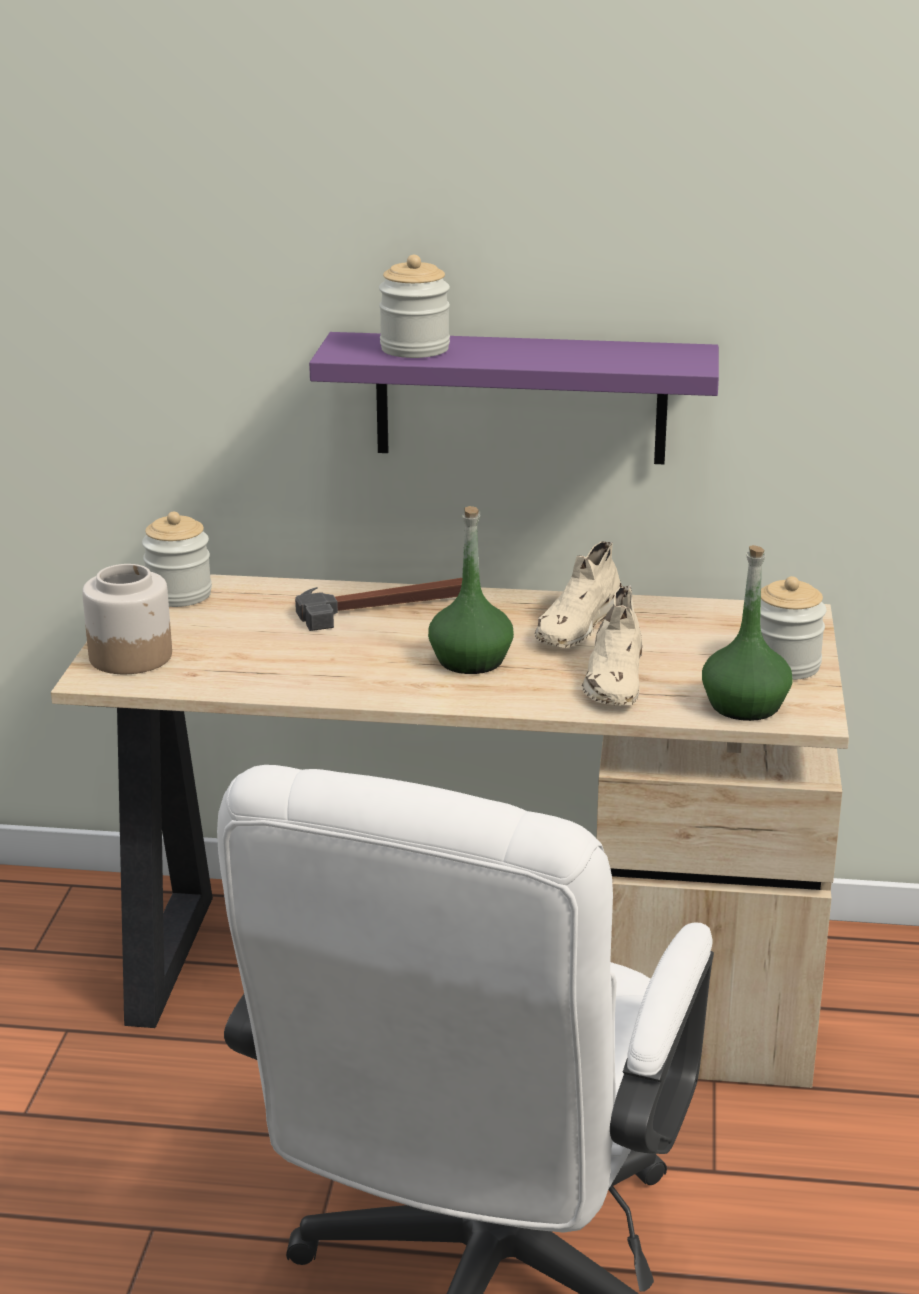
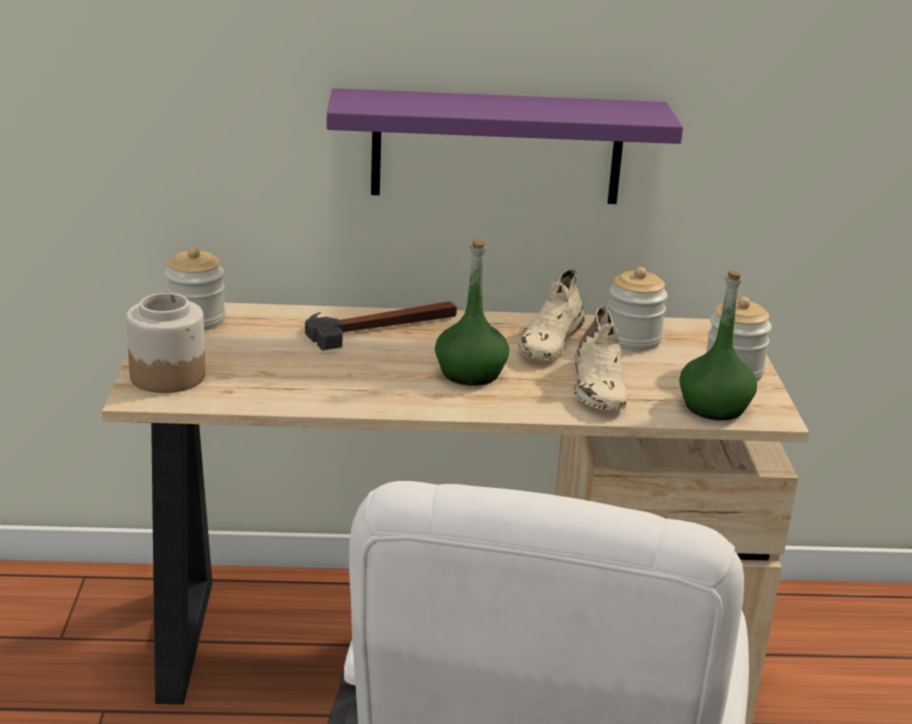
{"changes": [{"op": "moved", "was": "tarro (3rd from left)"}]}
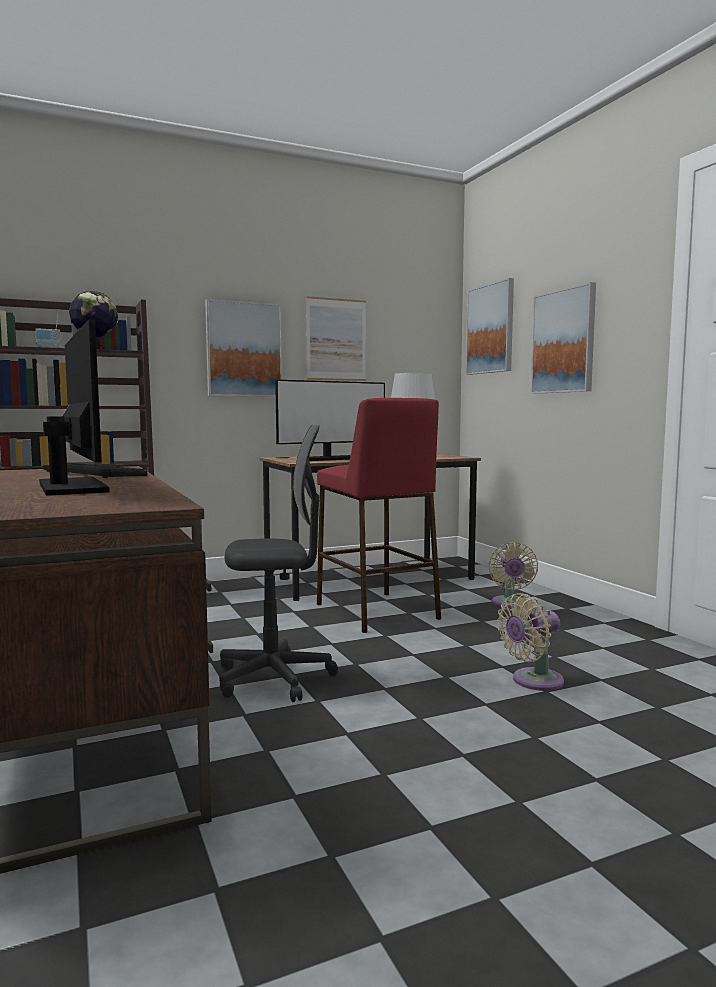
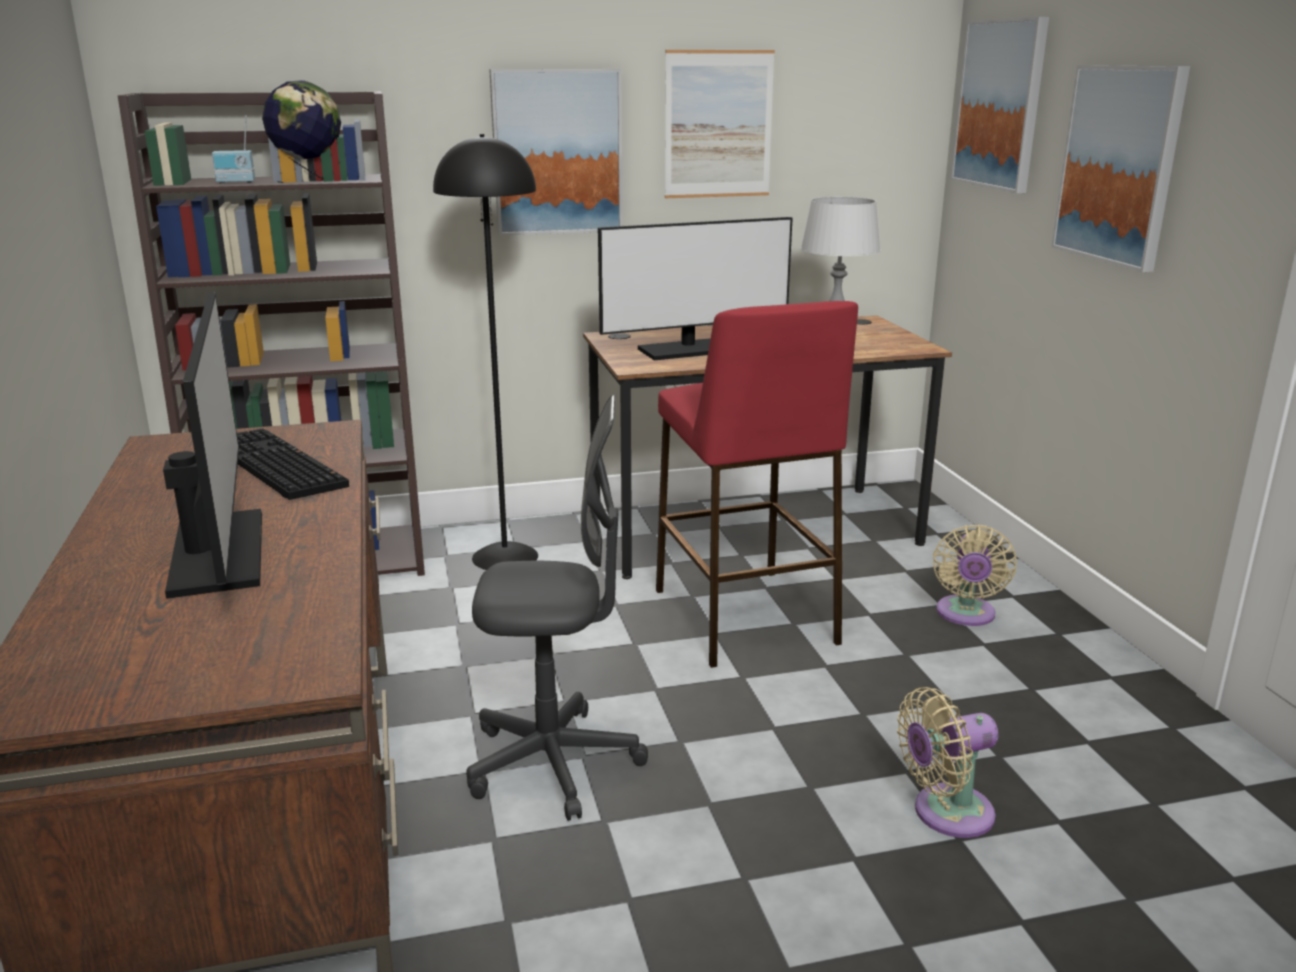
{"changes": [{"op": "added", "now": "lámpara de pie/negro"}]}
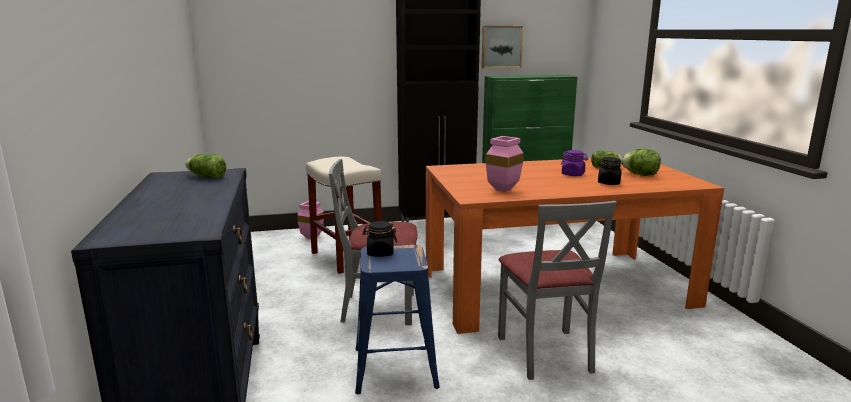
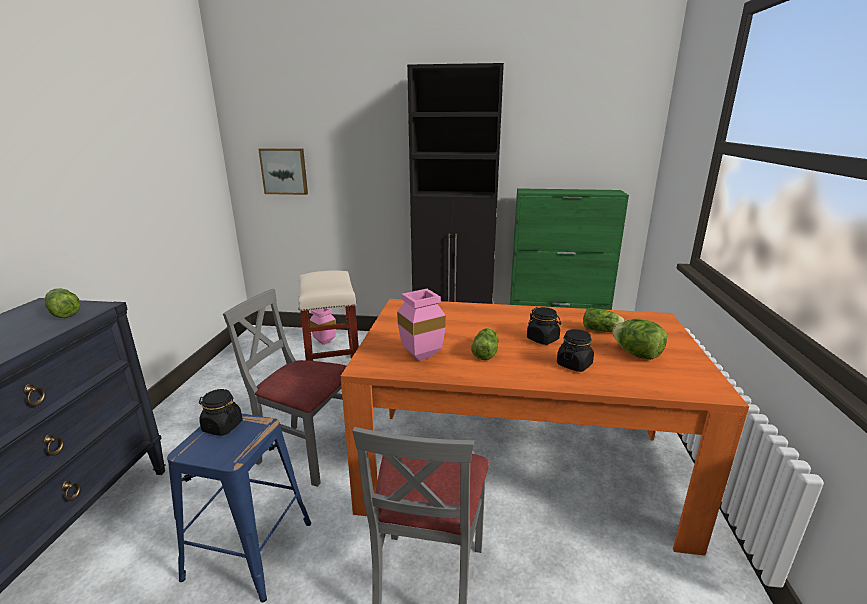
{"changes": [{"op": "moved", "was": "cuadro"}, {"op": "added", "now": "lechuga (2nd from left)"}, {"op": "recoloured", "was": "tarro/morado", "now": "tarro/negro (2nd from left)"}]}
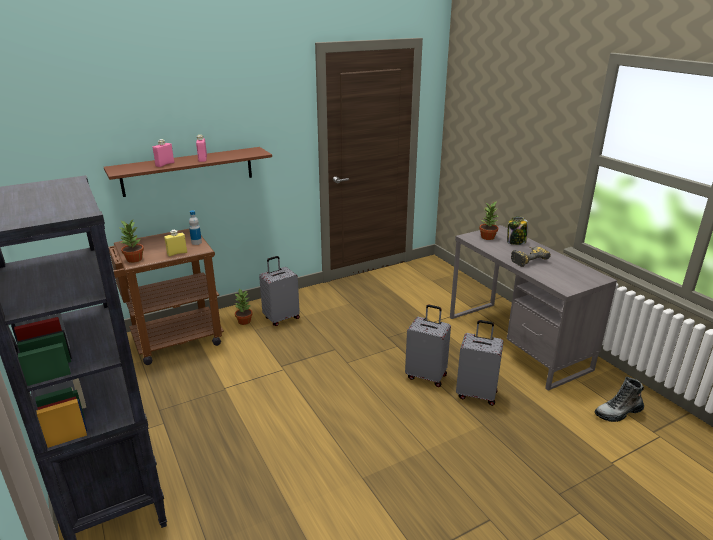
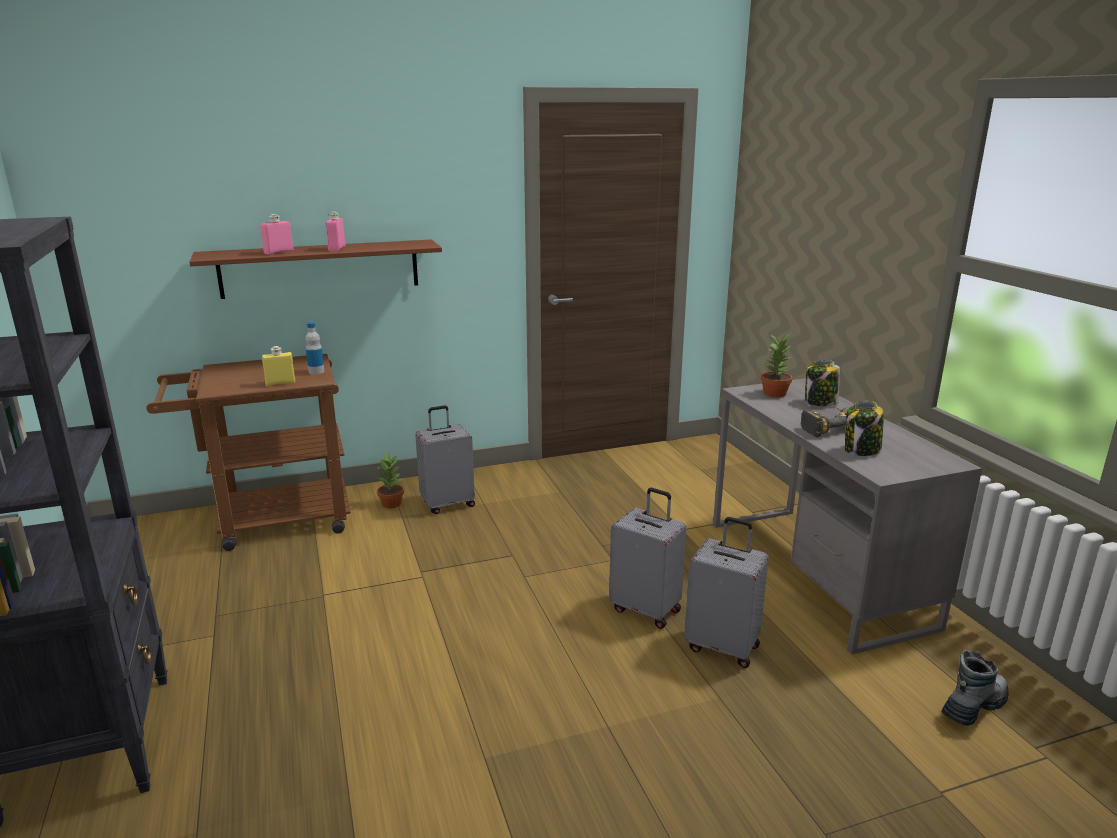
{"changes": [{"op": "added", "now": "tarro (2nd from left)"}, {"op": "turned", "was": "bota", "clockwise": 150}, {"op": "removed", "was": "planta en maceta (1st from left)"}]}
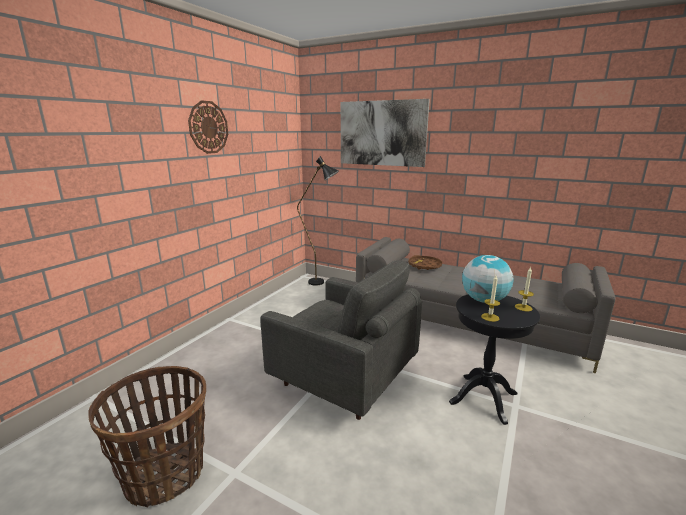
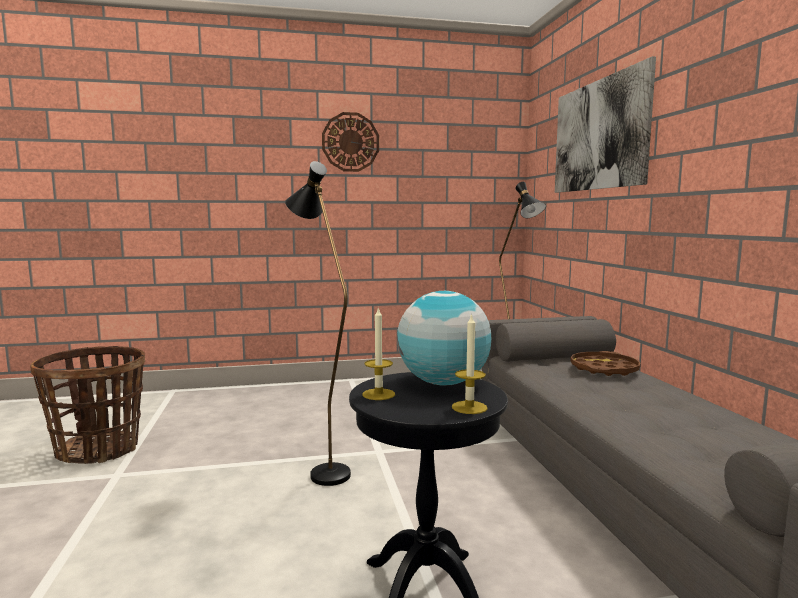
{"changes": [{"op": "replaced", "was": "sillón/gris", "now": "lámpara de pie/negro (1st from left)"}]}
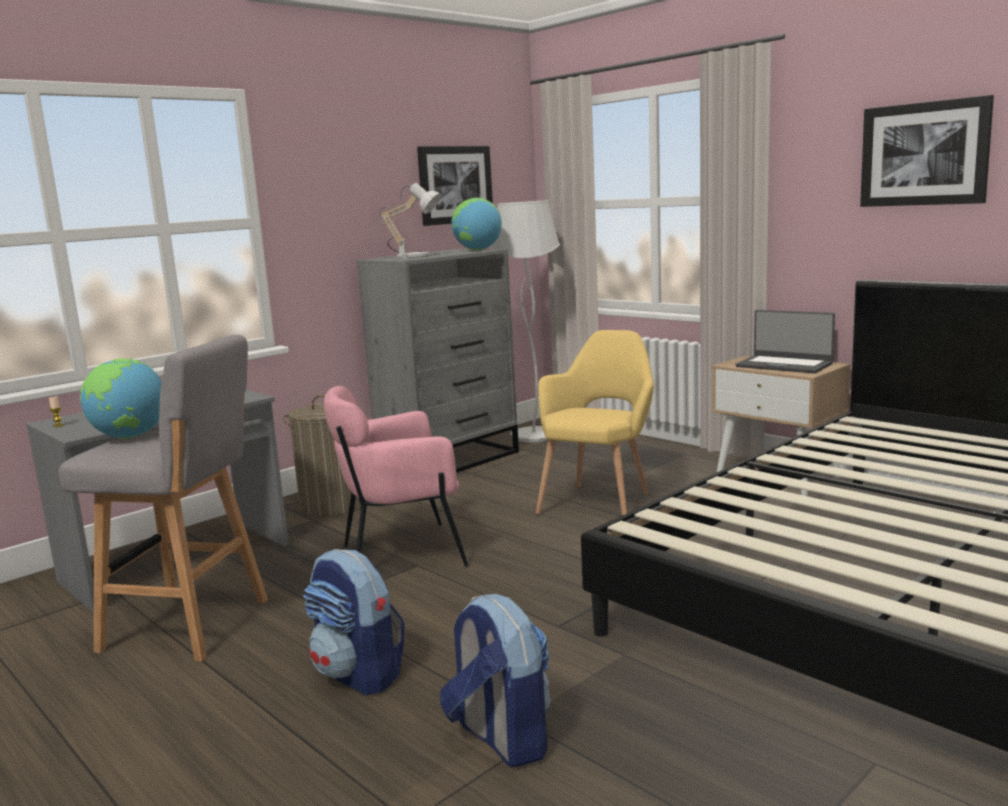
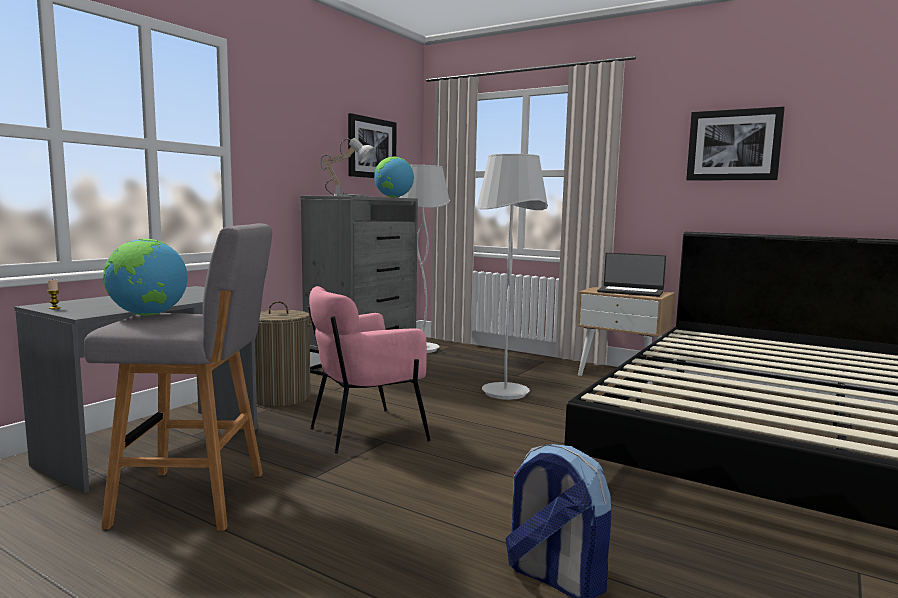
{"changes": [{"op": "replaced", "was": "sillón/amarillo", "now": "lámpara de pie/blanco (2nd from left)"}, {"op": "removed", "was": "mochila (1st from left)"}]}
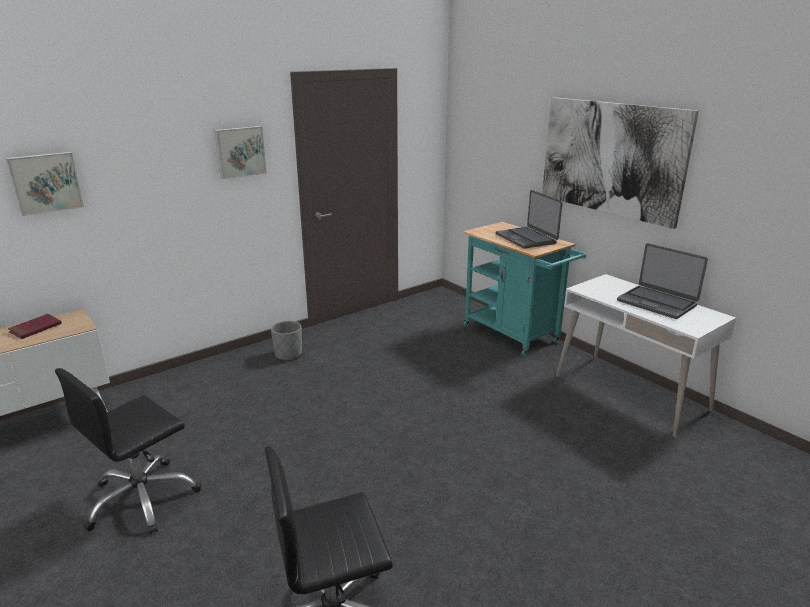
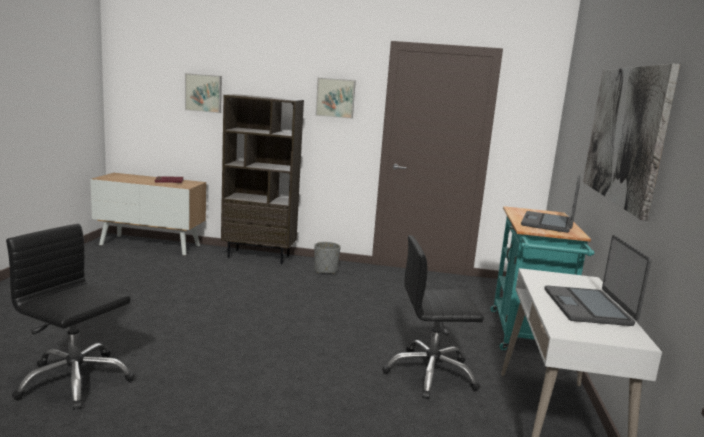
{"changes": [{"op": "added", "now": "estantería/marrón"}, {"op": "moved", "was": "silla de oficina/negro (1st from left in the first image)", "now": "silla de oficina/negro (2nd from left)"}]}
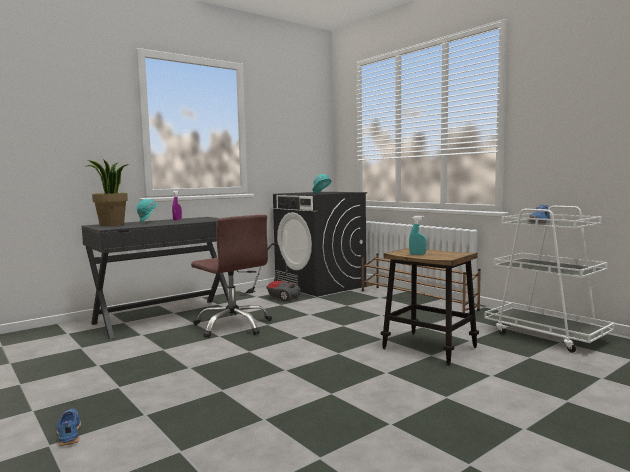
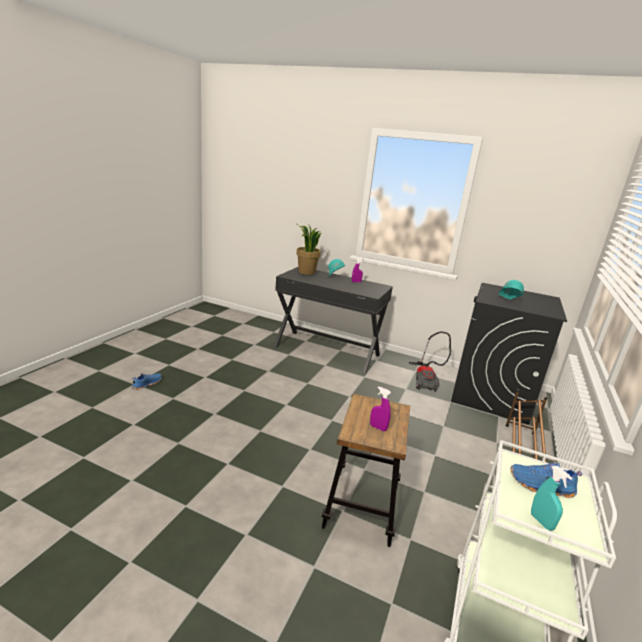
{"changes": [{"op": "added", "now": "pulverizador/morado (2nd from left)"}, {"op": "moved", "was": "pulverizador/turquesa"}, {"op": "removed", "was": "silla de oficina/marrón"}]}
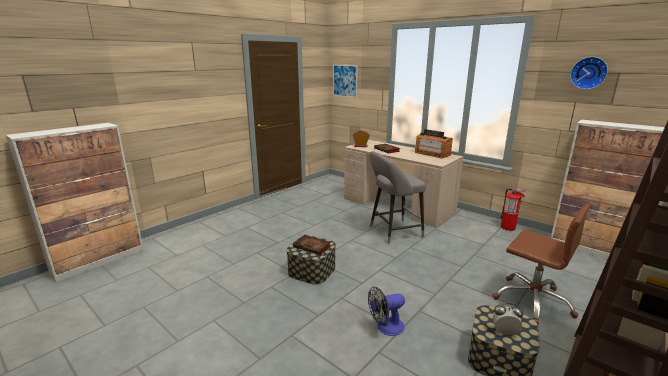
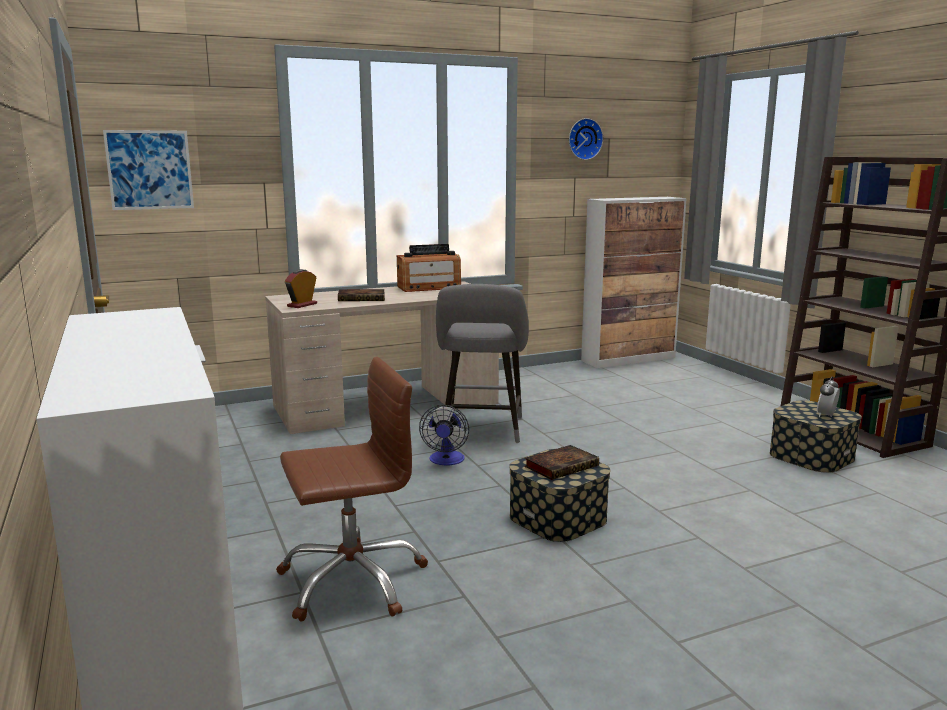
{"changes": [{"op": "moved", "was": "silla de oficina/marrón"}, {"op": "moved", "was": "ventilador"}, {"op": "removed", "was": "extintor"}]}
